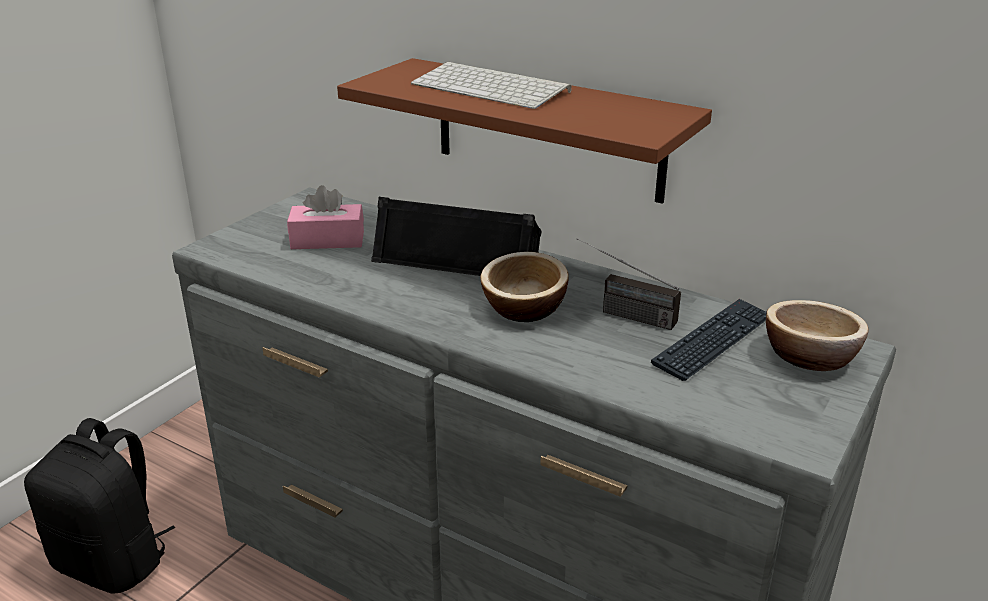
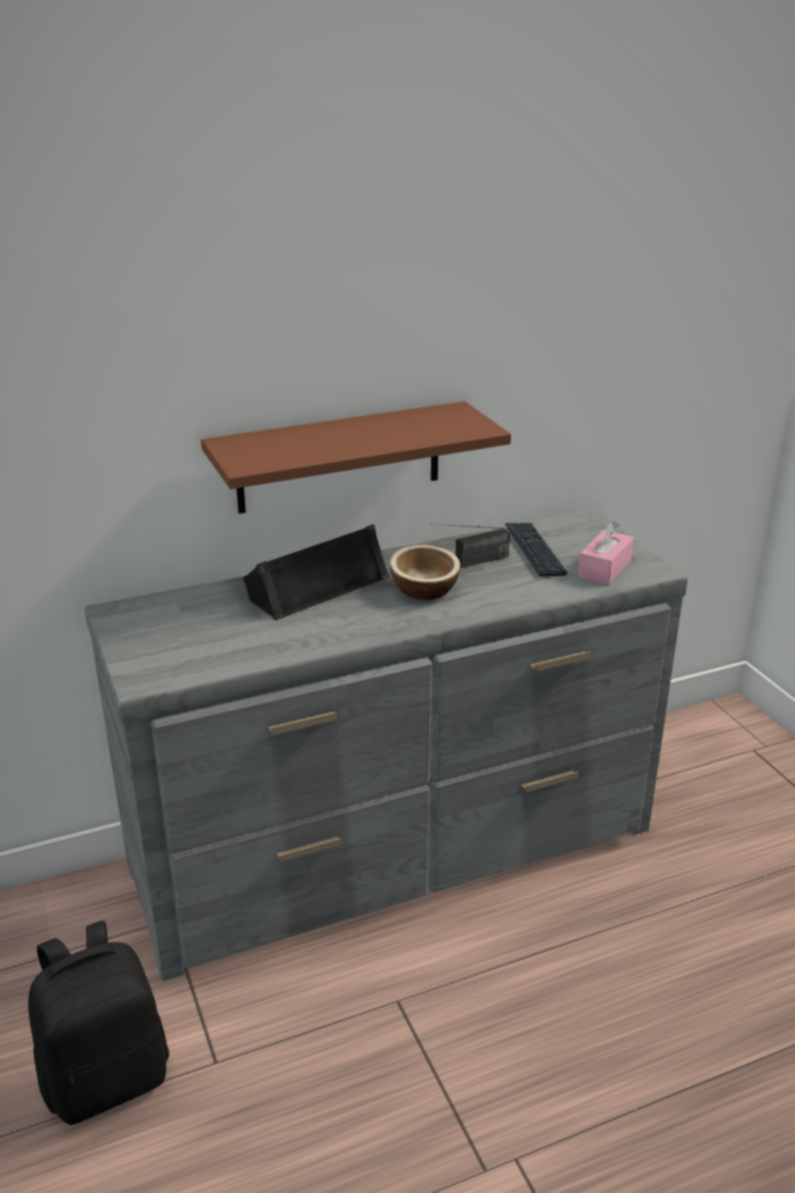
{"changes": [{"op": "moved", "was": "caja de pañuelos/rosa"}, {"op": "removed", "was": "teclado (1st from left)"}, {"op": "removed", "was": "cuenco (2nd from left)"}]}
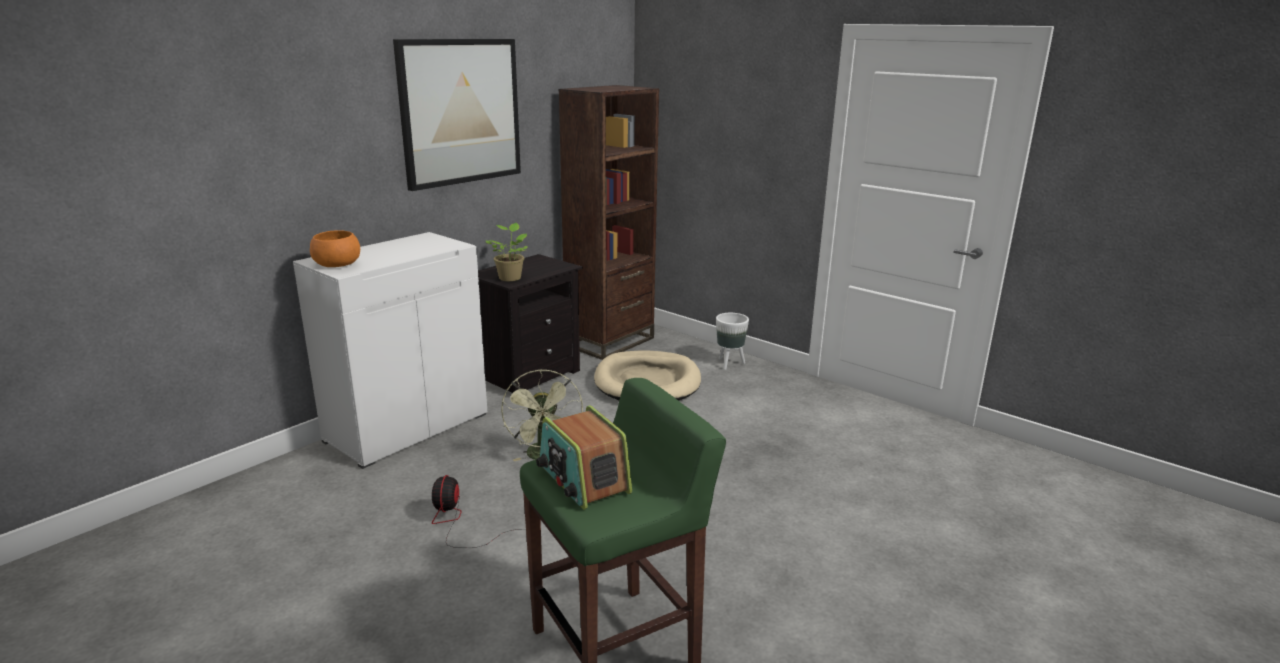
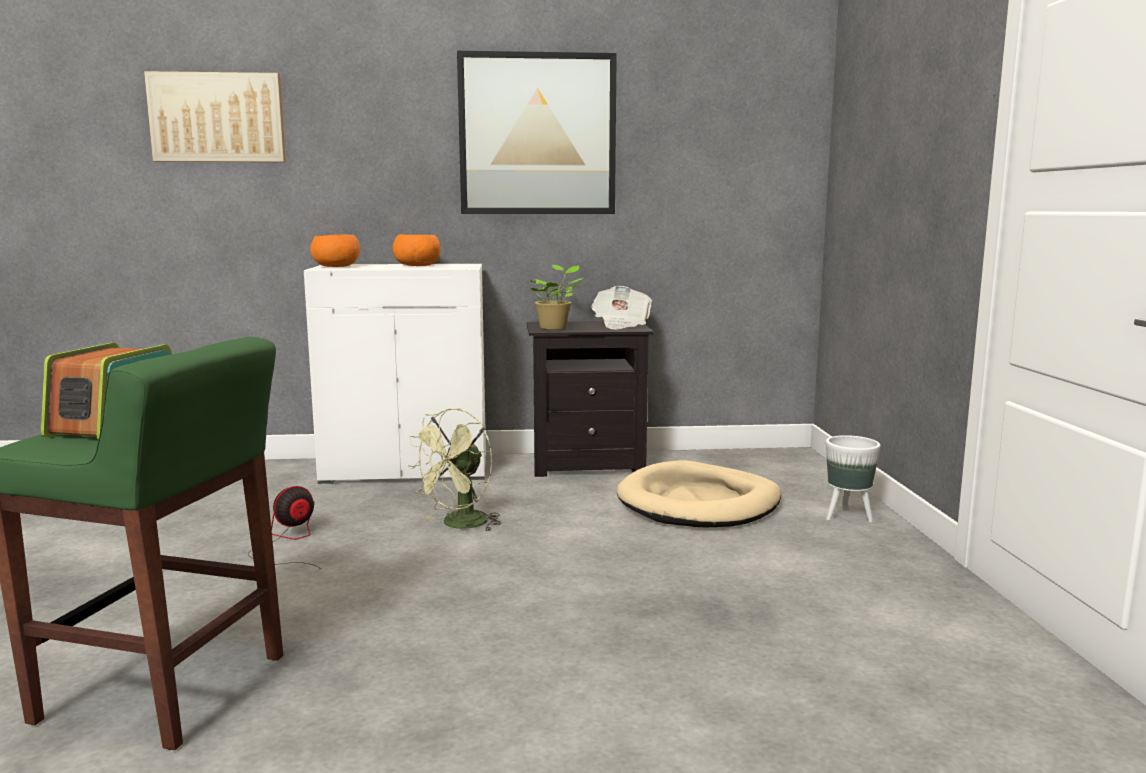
{"changes": [{"op": "added", "now": "cuadro (1st from left)"}, {"op": "added", "now": "cuenco/naranja (2nd from left)"}, {"op": "added", "now": "periódico"}, {"op": "removed", "was": "estantería/marrón"}]}
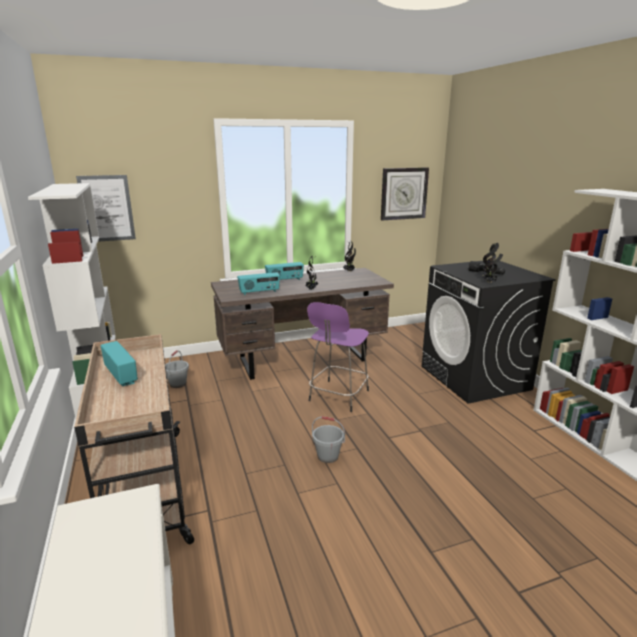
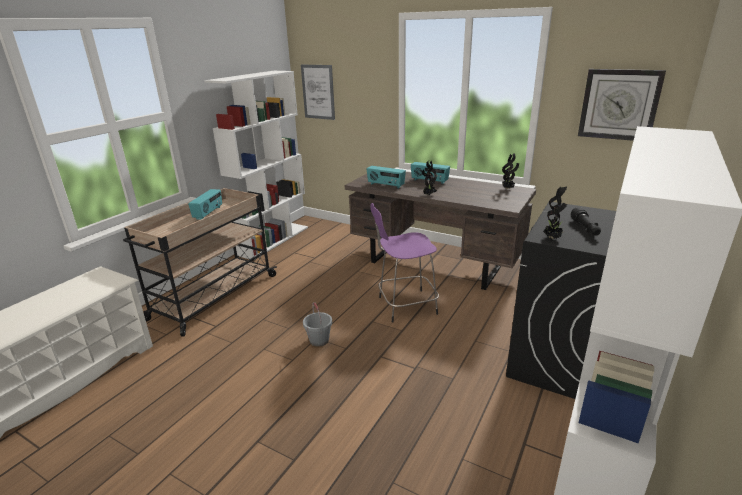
{"changes": [{"op": "removed", "was": "cubo/gris (1st from left)"}]}
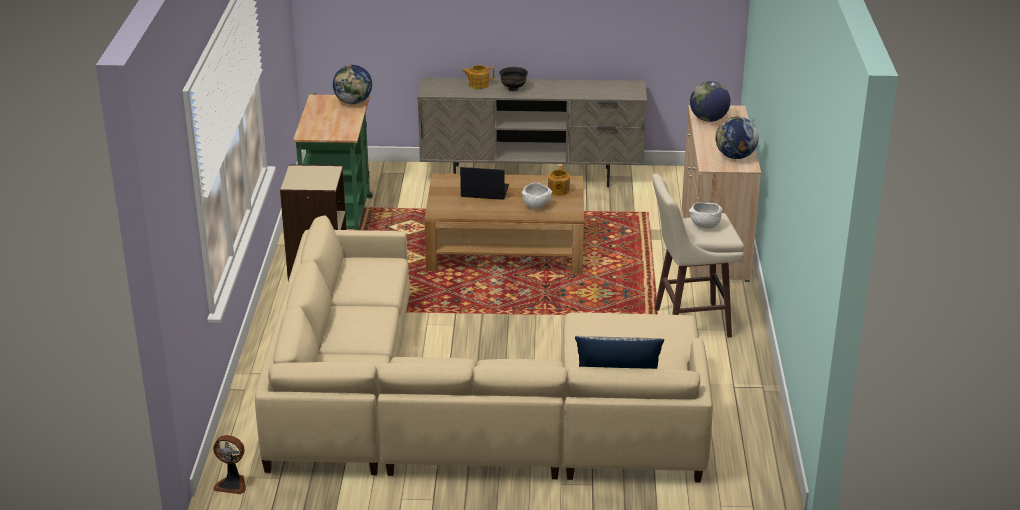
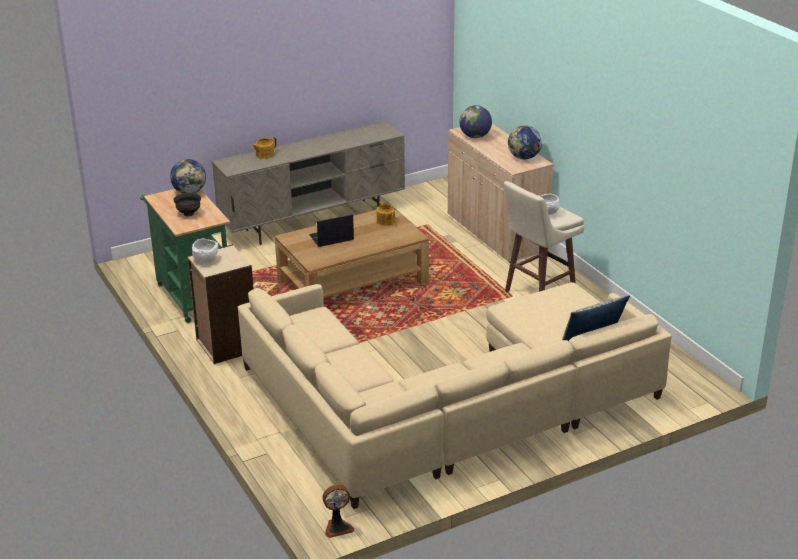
{"changes": [{"op": "moved", "was": "cuenco/negro"}, {"op": "moved", "was": "cuenco/blanco (1st from left)"}]}
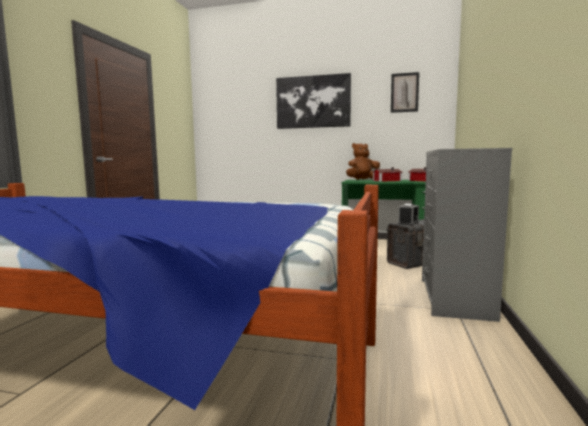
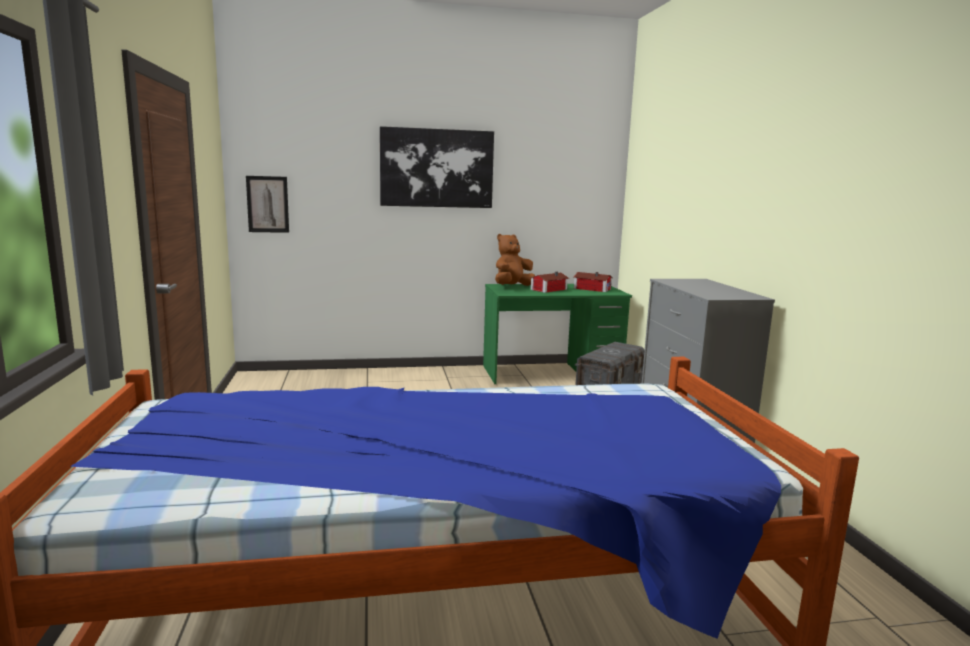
{"changes": [{"op": "moved", "was": "cuadro (2nd from left in the first image)", "now": "cuadro (1st from left)"}, {"op": "removed", "was": "despertador"}]}
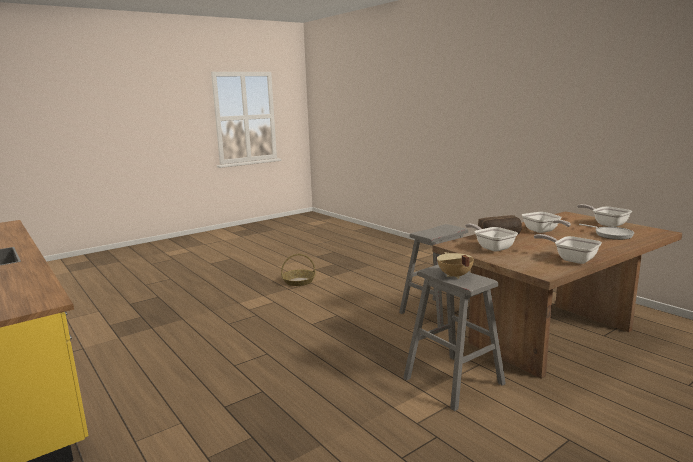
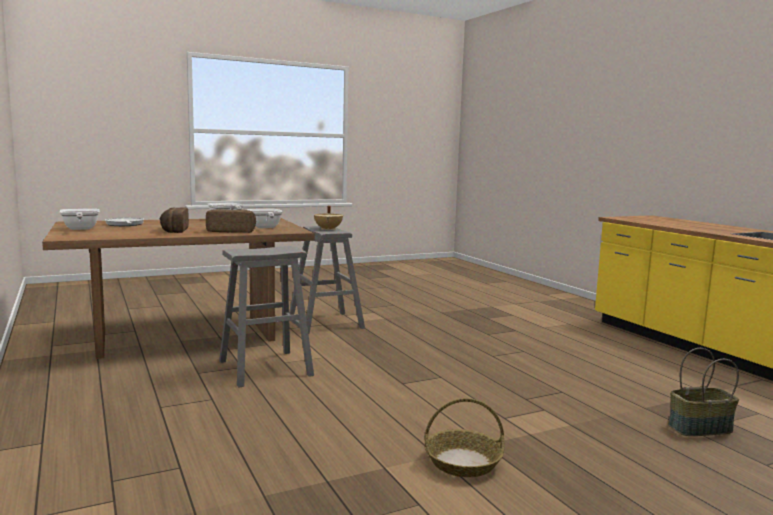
{"changes": [{"op": "replaced", "was": "sartén (2nd from left)", "now": "pan (1st from left)"}, {"op": "added", "now": "cesta (2nd from left)"}]}
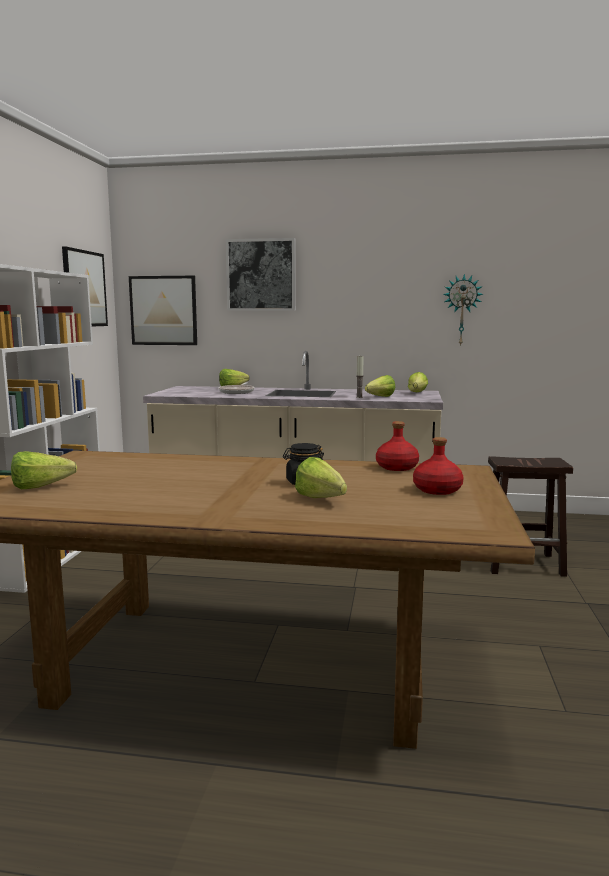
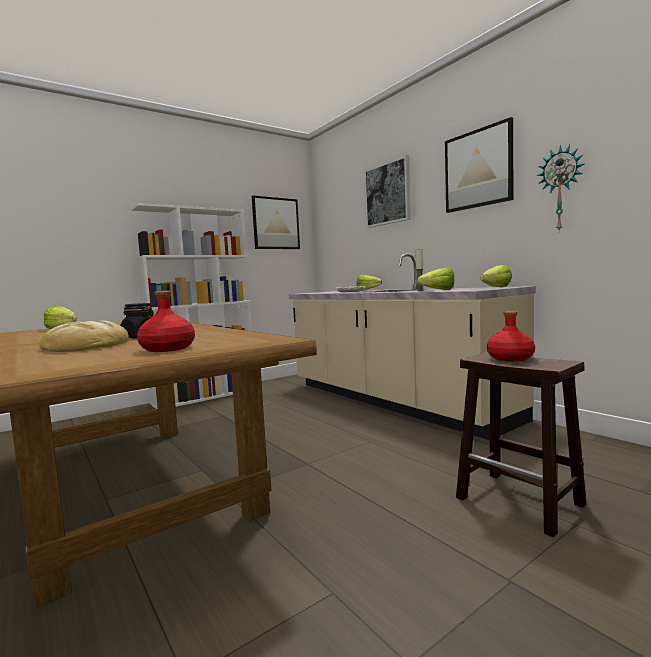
{"changes": [{"op": "replaced", "was": "lechuga (3rd from left)", "now": "pan"}, {"op": "moved", "was": "cuadro (2nd from left in the first image)", "now": "cuadro (3rd from left)"}, {"op": "moved", "was": "botella/rojo (1st from left in the first image)", "now": "botella/rojo (2nd from left)"}]}
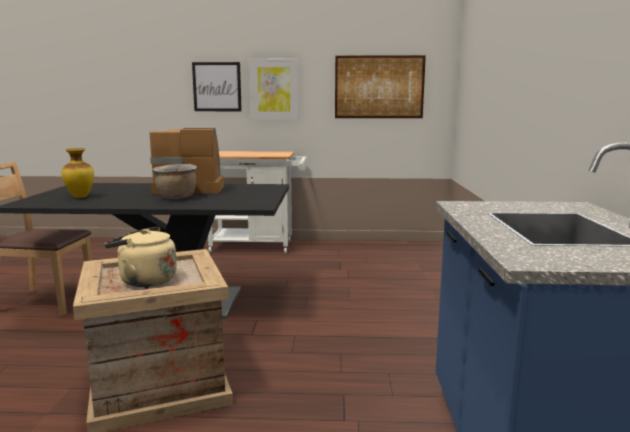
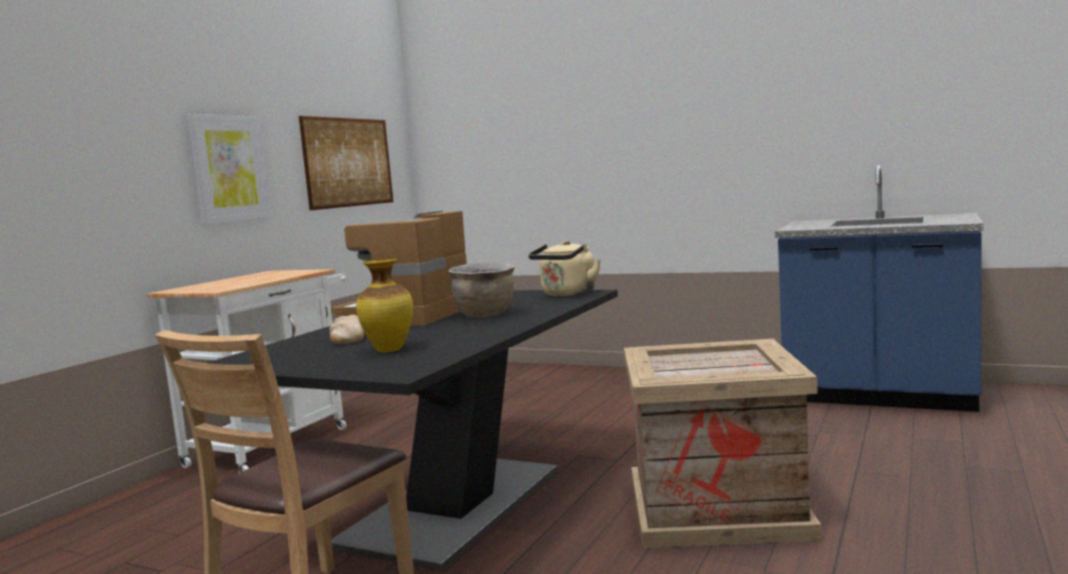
{"changes": [{"op": "added", "now": "pan"}, {"op": "moved", "was": "hervidor/beis"}, {"op": "removed", "was": "cuadro (1st from left)"}]}
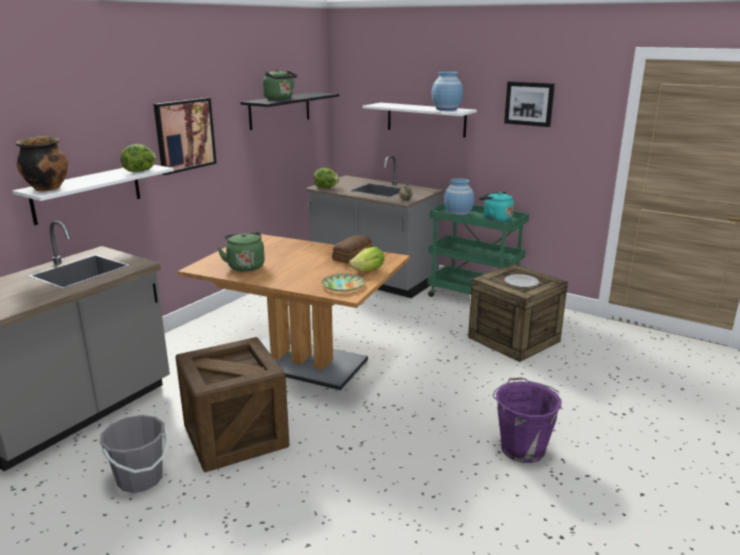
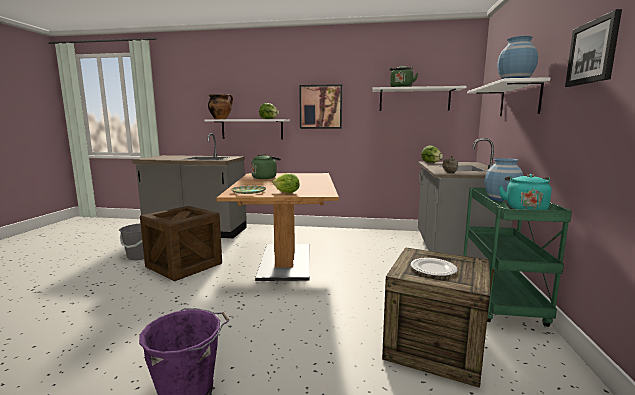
{"changes": [{"op": "recoloured", "was": "estante/negro", "now": "estante/blanco (2nd from left)"}, {"op": "removed", "was": "pan"}]}
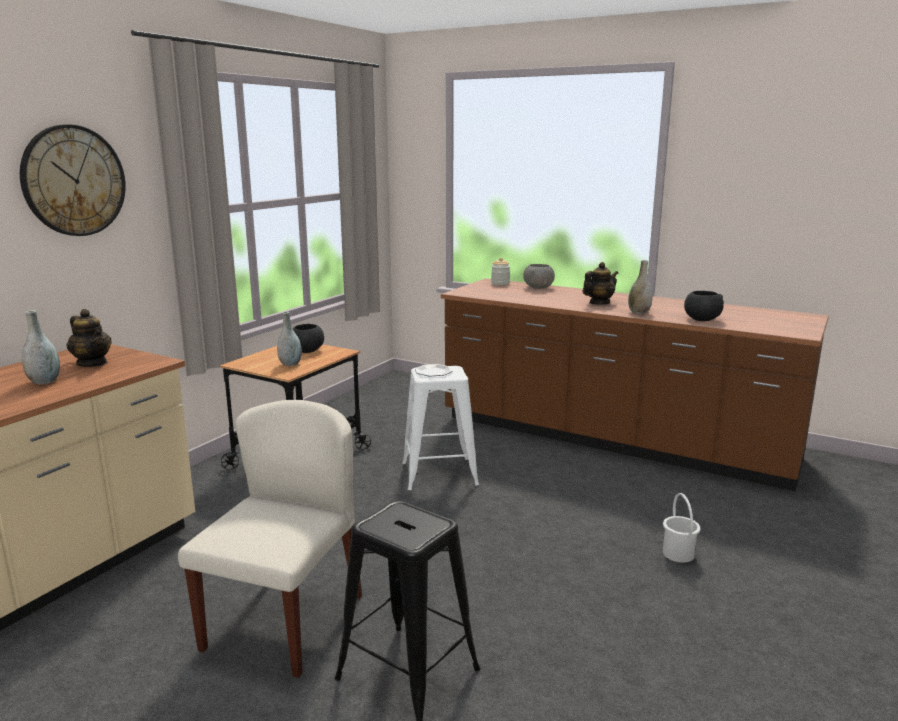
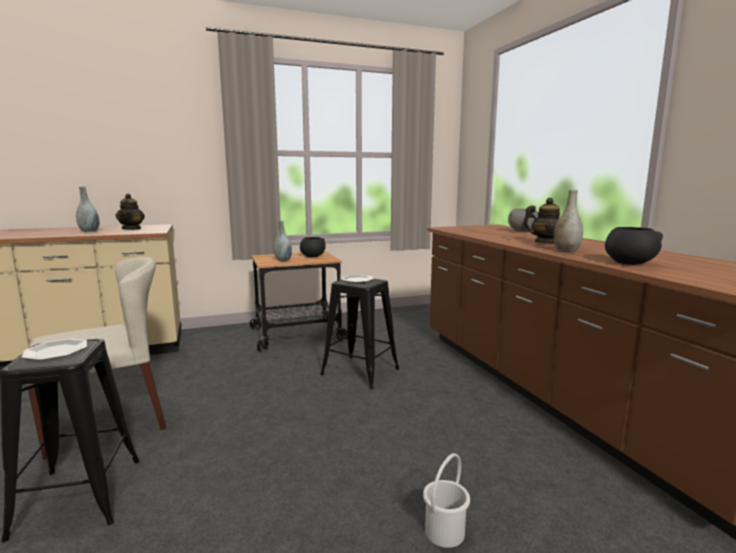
{"changes": [{"op": "added", "now": "plato (1st from left)"}, {"op": "recoloured", "was": "taburete/blanco", "now": "taburete/negro (2nd from left)"}, {"op": "removed", "was": "reloj de pared"}, {"op": "removed", "was": "tarro"}]}
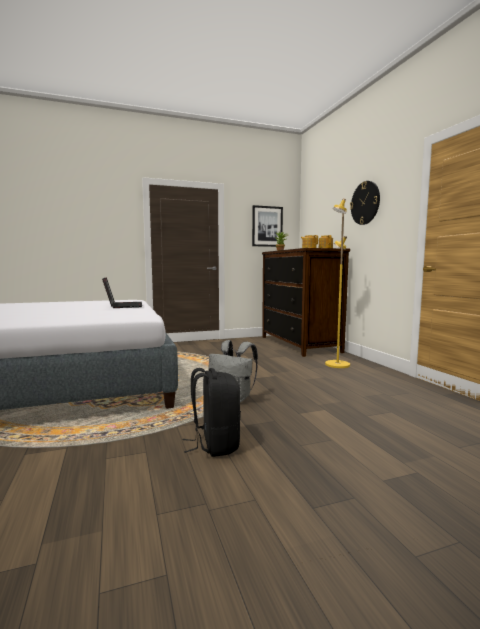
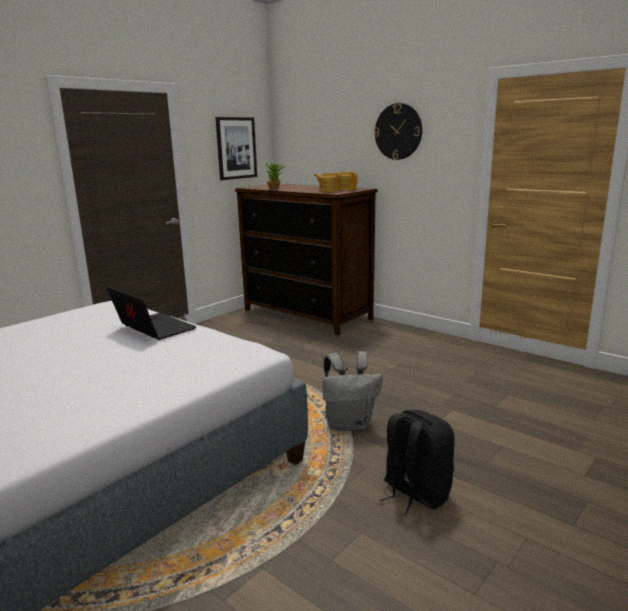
{"changes": [{"op": "removed", "was": "lámpara de pie/amarillo"}]}
